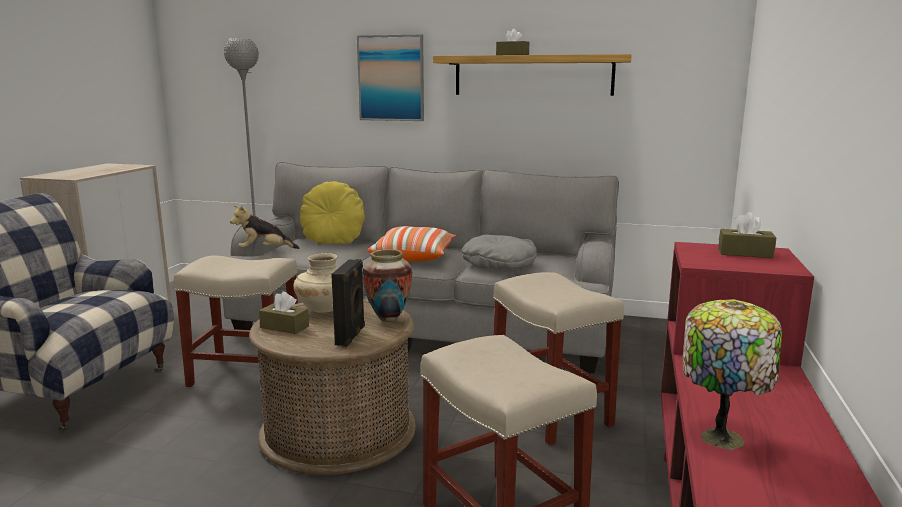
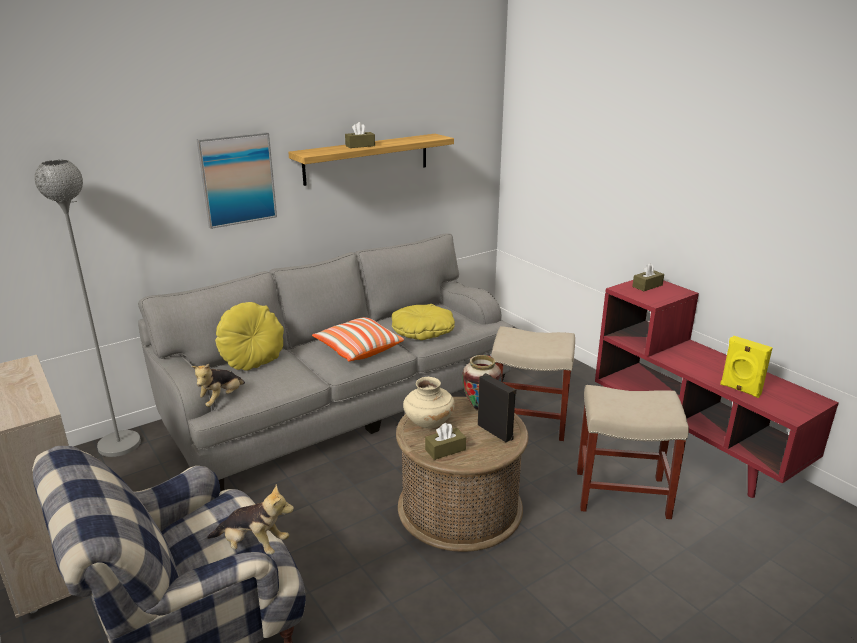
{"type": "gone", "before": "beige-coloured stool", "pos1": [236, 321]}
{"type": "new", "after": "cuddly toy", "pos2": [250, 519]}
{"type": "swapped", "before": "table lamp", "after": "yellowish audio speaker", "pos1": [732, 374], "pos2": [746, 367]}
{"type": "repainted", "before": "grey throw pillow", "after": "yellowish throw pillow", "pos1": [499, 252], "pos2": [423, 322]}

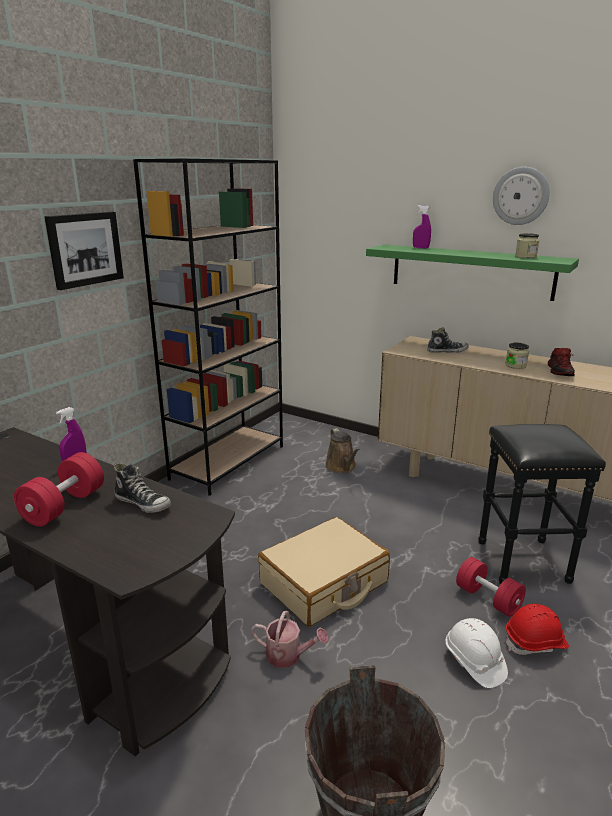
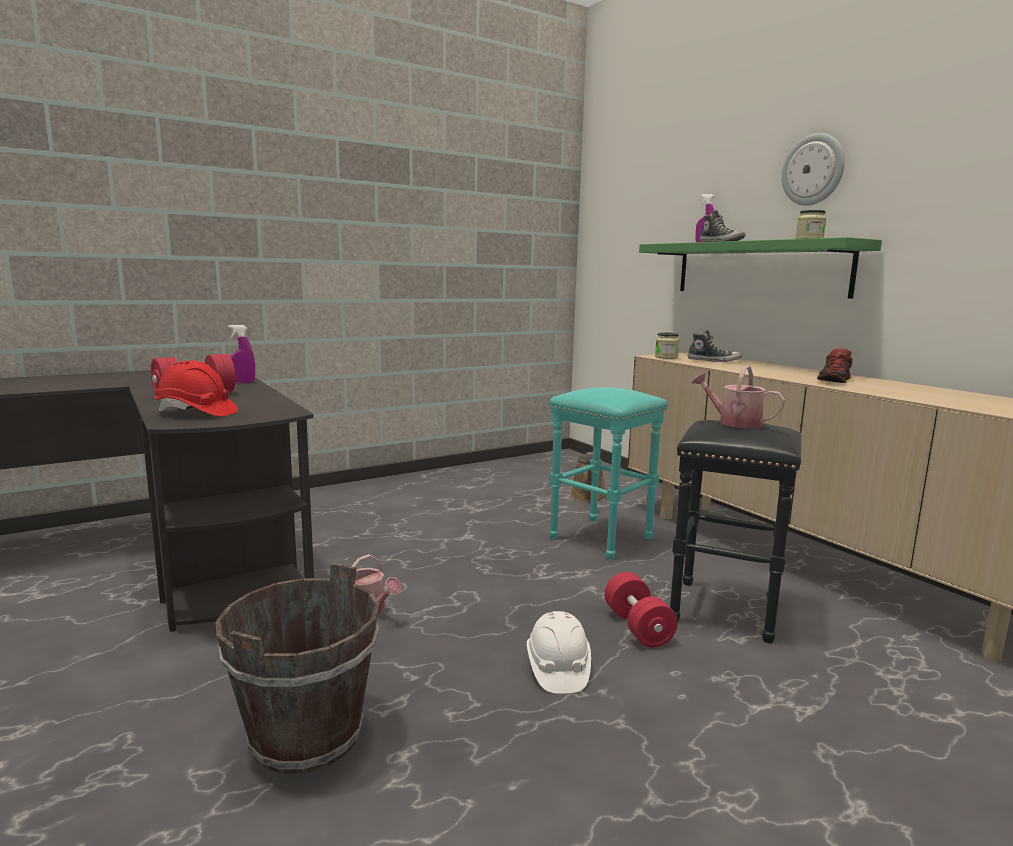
{"type": "gone", "before": "wall picture", "pos1": [84, 251]}
{"type": "gone", "before": "beige-coloured shelving unit", "pos1": [208, 327]}
{"type": "gone", "before": "beige-coloured piece of luggage", "pos1": [324, 571]}
{"type": "new", "after": "blue-green stool", "pos2": [608, 473]}
{"type": "new", "after": "sprinkling can", "pos2": [738, 397]}
{"type": "shifted", "before": "shoe", "pos1": [142, 488], "pos2": [722, 226]}
{"type": "shifted", "before": "storage jar", "pos1": [517, 356], "pos2": [667, 345]}
{"type": "shifted", "before": "red work helmet", "pos1": [537, 629], "pos2": [196, 388]}

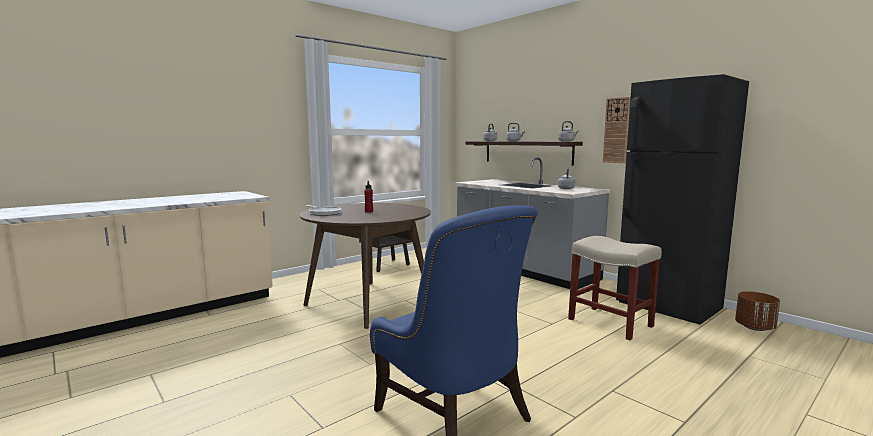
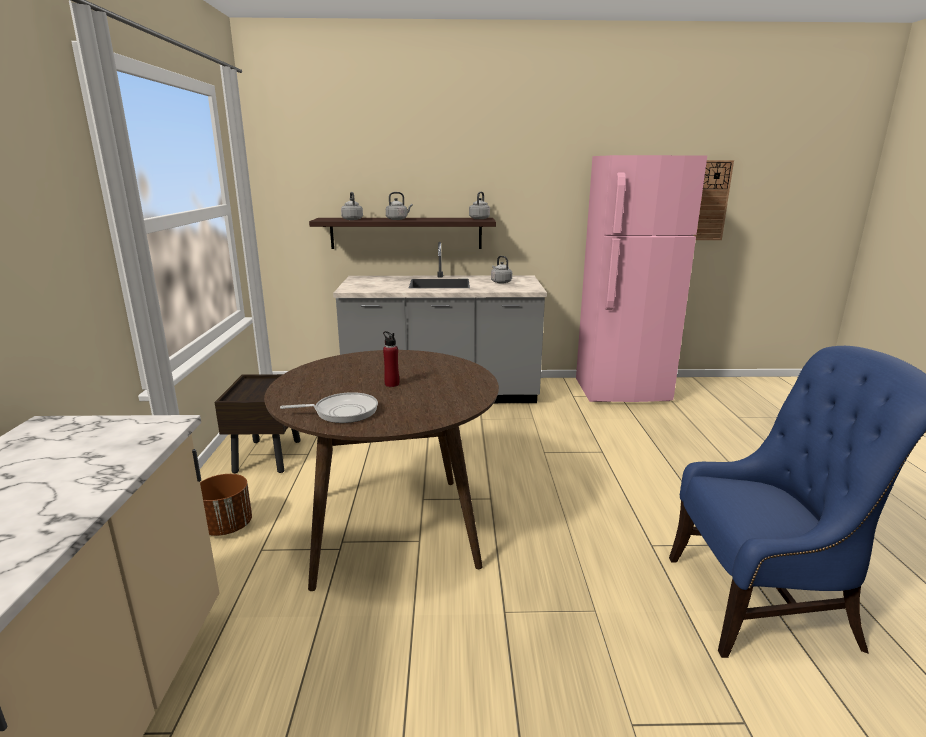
{"type": "gone", "before": "beige-coloured stool", "pos1": [615, 288]}
{"type": "shifted", "before": "hanging clock", "pos1": [617, 130], "pos2": [714, 200]}
{"type": "shifted", "before": "brown flower pot", "pos1": [757, 311], "pos2": [226, 505]}
{"type": "repainted", "before": "blackish fridge", "after": "pinkish fridge", "pos1": [682, 199], "pos2": [641, 278]}

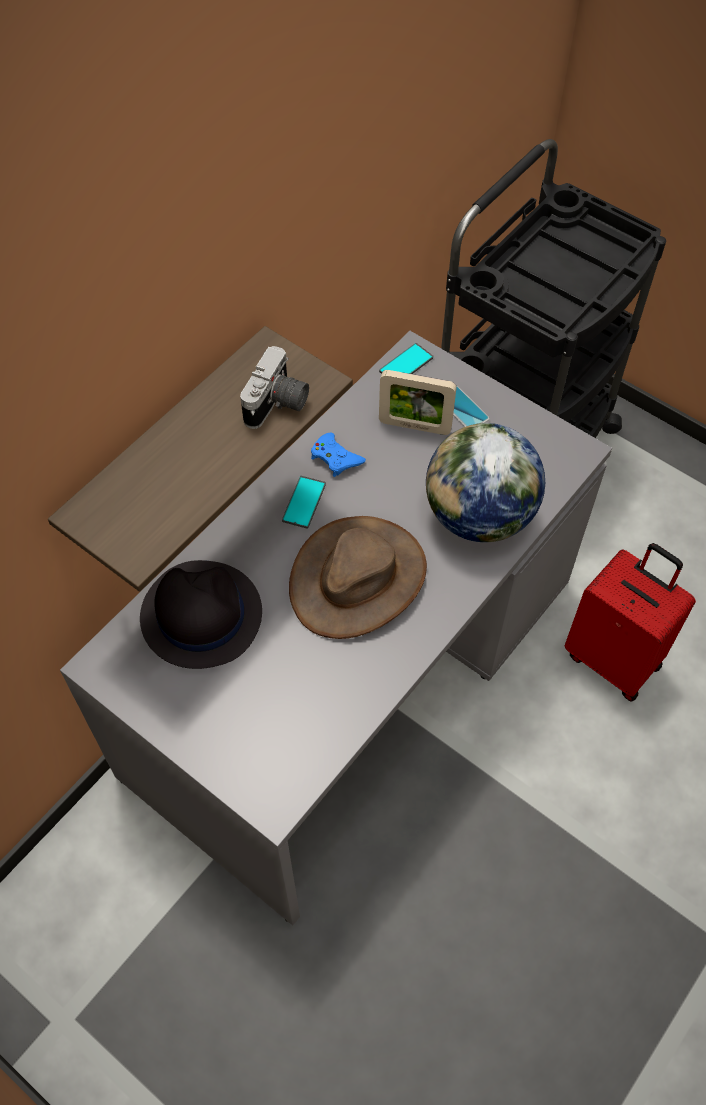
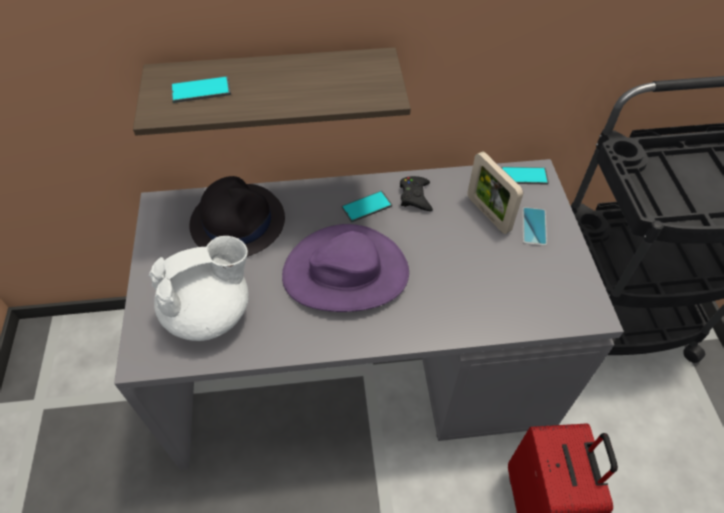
{"type": "gone", "before": "still camera", "pos1": [274, 387]}
{"type": "gone", "before": "desk globe", "pos1": [485, 483]}
{"type": "new", "after": "white pot for tea", "pos2": [199, 288]}
{"type": "new", "after": "phone", "pos2": [201, 89]}
{"type": "repainted", "before": "brown clothing hat", "after": "purple-coloured clothing hat", "pos1": [358, 577], "pos2": [345, 268]}
{"type": "repainted", "before": "blue-coloured game controller", "after": "blackish game controller", "pos1": [338, 454], "pos2": [416, 193]}

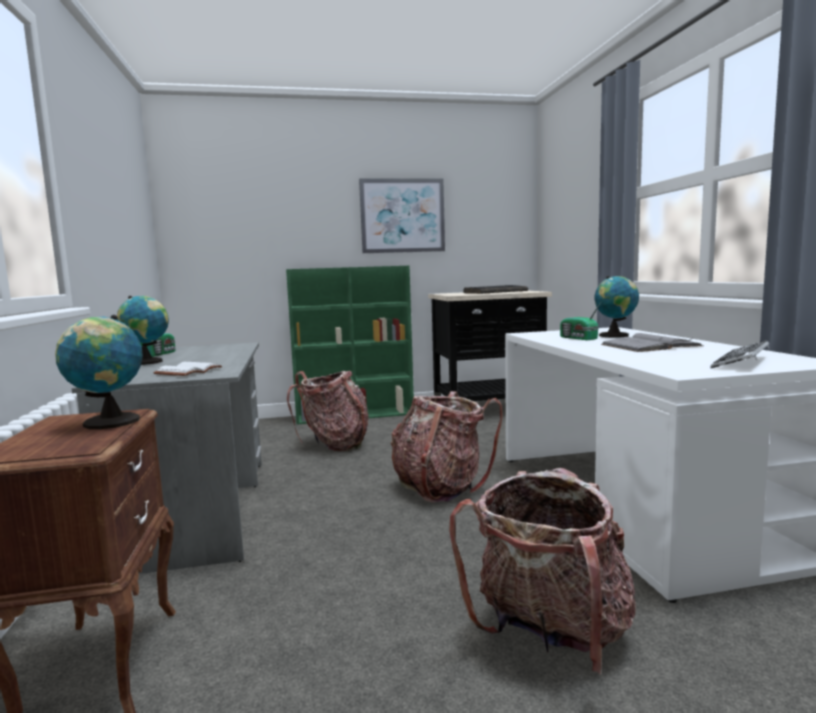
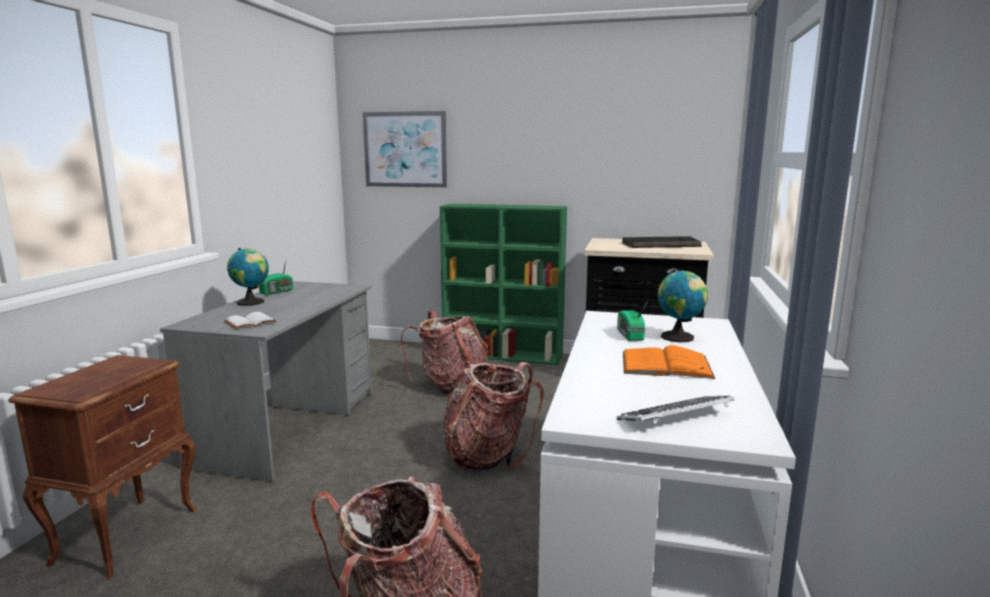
{"type": "gone", "before": "desk globe", "pos1": [99, 372]}
{"type": "shifted", "before": "wall picture", "pos1": [402, 216], "pos2": [405, 149]}
{"type": "repainted", "before": "grey volume", "after": "orange volume", "pos1": [652, 342], "pos2": [669, 362]}

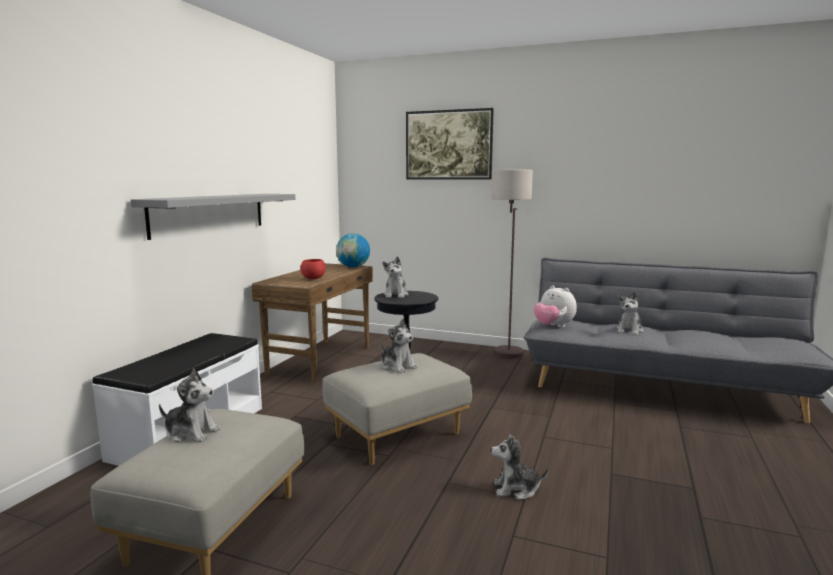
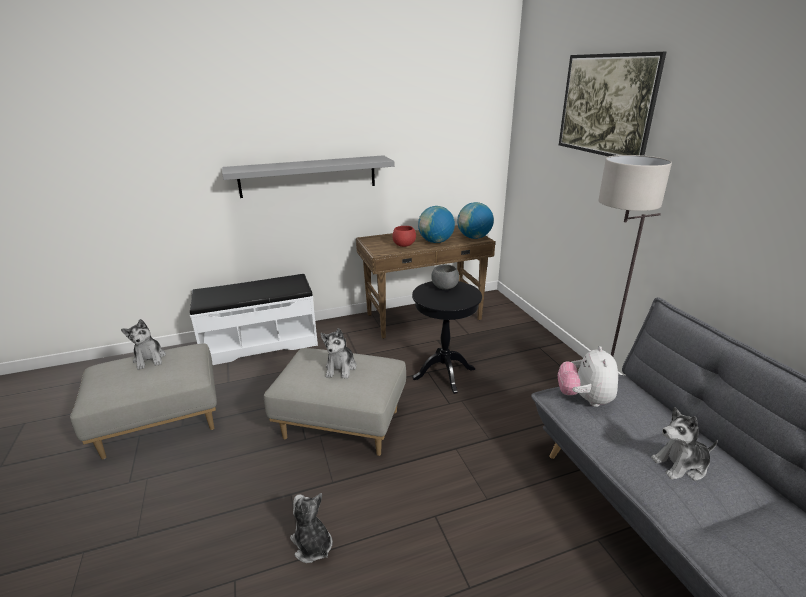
{"type": "new", "after": "desk globe", "pos2": [436, 224]}
{"type": "swapped", "before": "cuddly toy", "after": "grey bowl", "pos1": [395, 277], "pos2": [445, 277]}

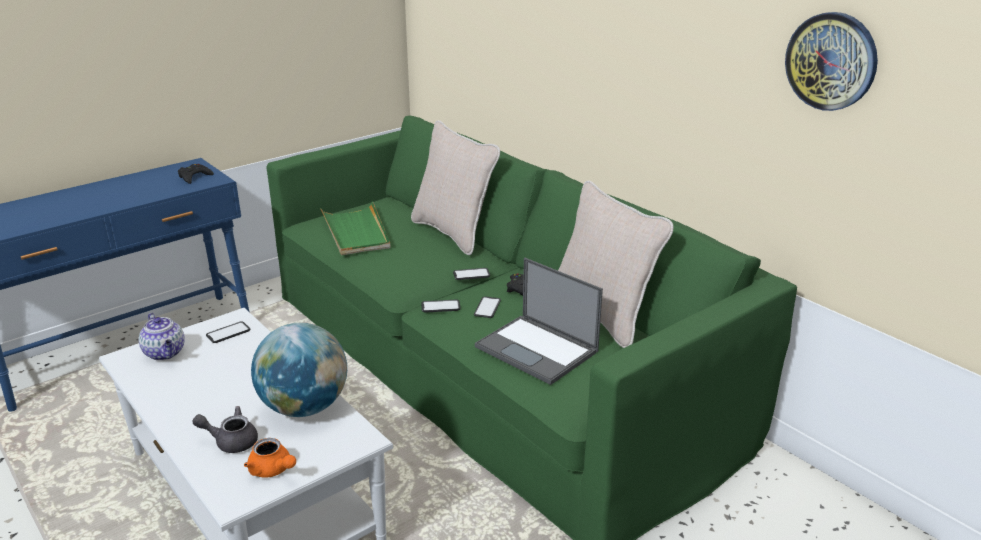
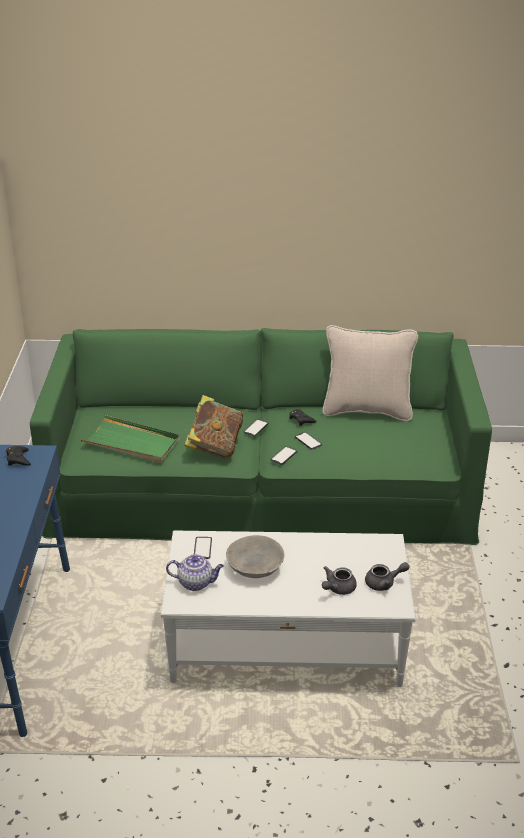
{"type": "gone", "before": "desk globe", "pos1": [299, 370]}
{"type": "gone", "before": "beige-coloured throw pillow", "pos1": [455, 187]}
{"type": "gone", "before": "laptop", "pos1": [539, 321]}
{"type": "gone", "before": "hanging clock", "pos1": [831, 61]}
{"type": "new", "after": "volume", "pos2": [213, 427]}
{"type": "new", "after": "grey bowl", "pos2": [255, 556]}
{"type": "repainted", "before": "orange pot for tea", "after": "grey pot for tea", "pos1": [270, 458], "pos2": [387, 576]}

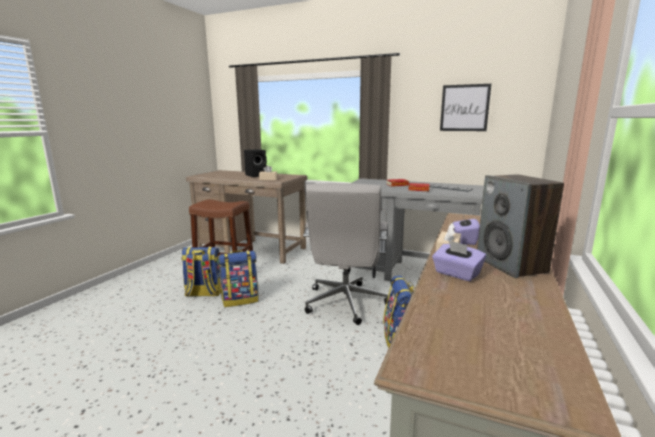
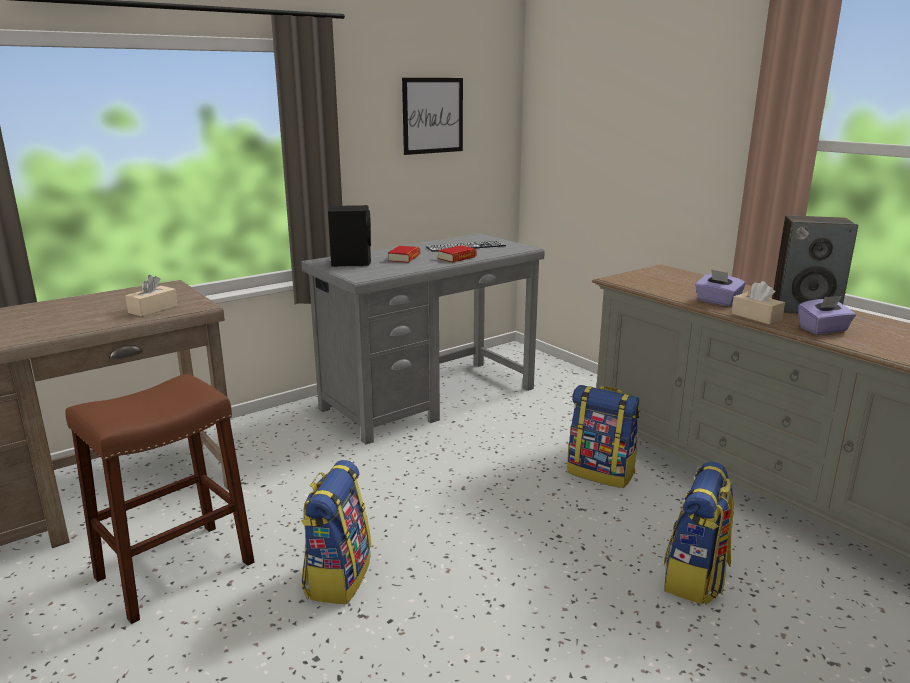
{"type": "gone", "before": "grey desk chair", "pos1": [346, 254]}
{"type": "shifted", "before": "knapsack", "pos1": [201, 272], "pos2": [699, 533]}
{"type": "shifted", "before": "blackish audio speaker", "pos1": [255, 163], "pos2": [349, 236]}

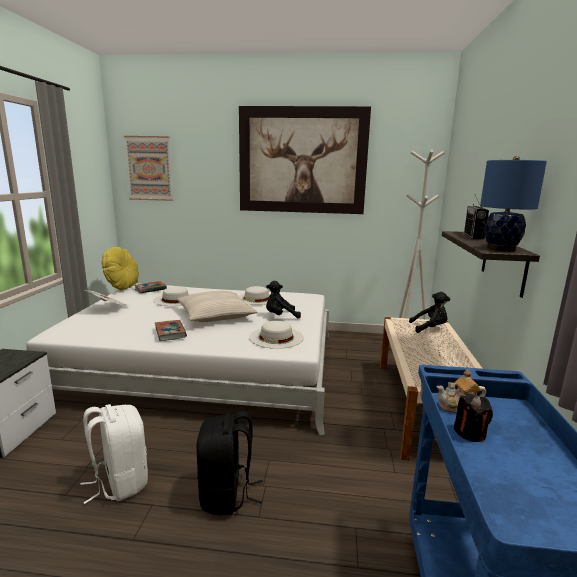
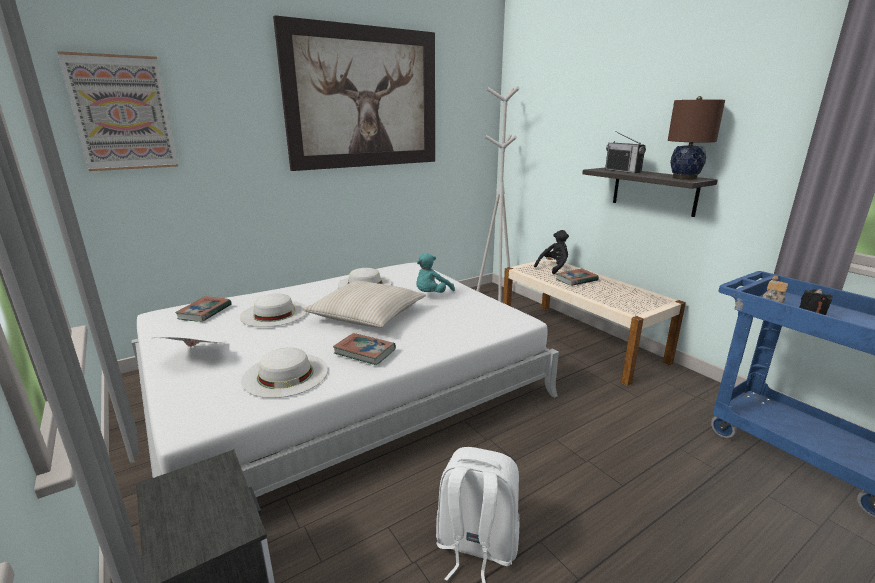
{"type": "gone", "before": "yellowish throw pillow", "pos1": [120, 268]}
{"type": "gone", "before": "blackish knapsack", "pos1": [229, 463]}
{"type": "new", "after": "volume", "pos2": [577, 277]}
{"type": "shifted", "before": "white clothing hat", "pos1": [276, 335], "pos2": [284, 373]}
{"type": "repainted", "before": "blackish cuddly toy", "after": "blue-green cuddly toy", "pos1": [283, 300], "pos2": [435, 273]}
{"type": "repainted", "before": "blue-coloured table lamp", "after": "brown table lamp", "pos1": [513, 203], "pos2": [696, 138]}

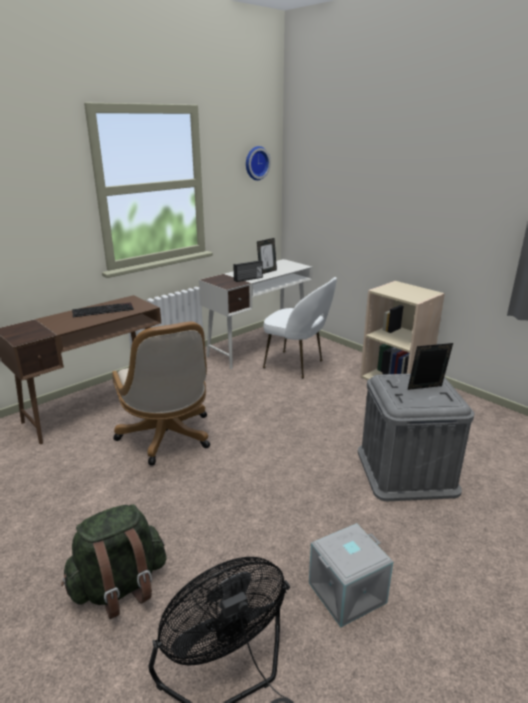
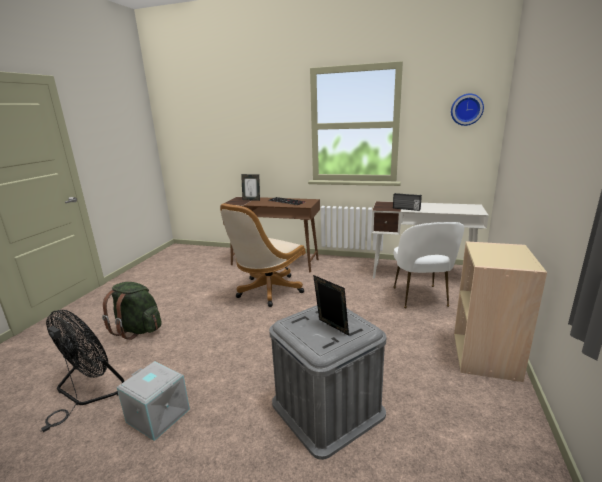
{"type": "shifted", "before": "picture frame", "pos1": [267, 256], "pos2": [250, 187]}

